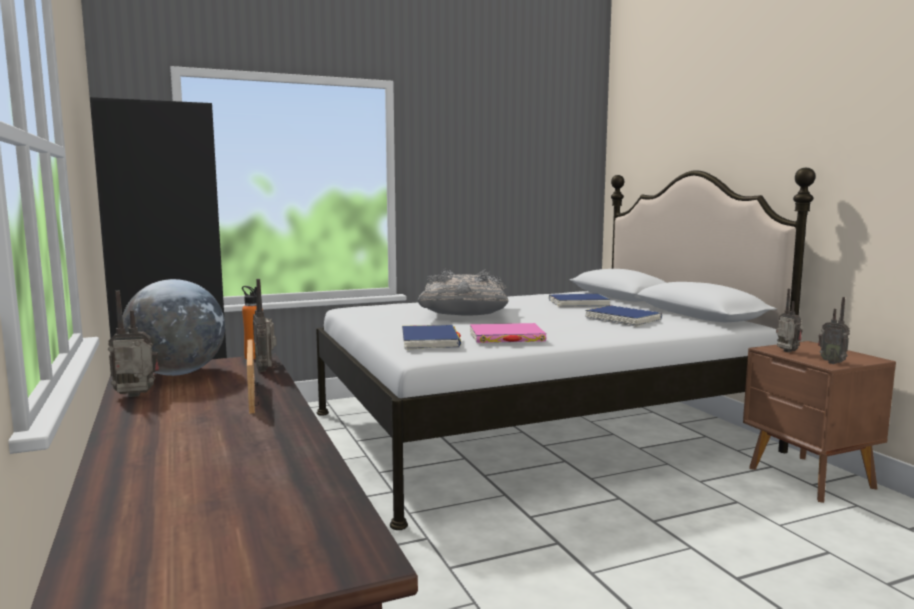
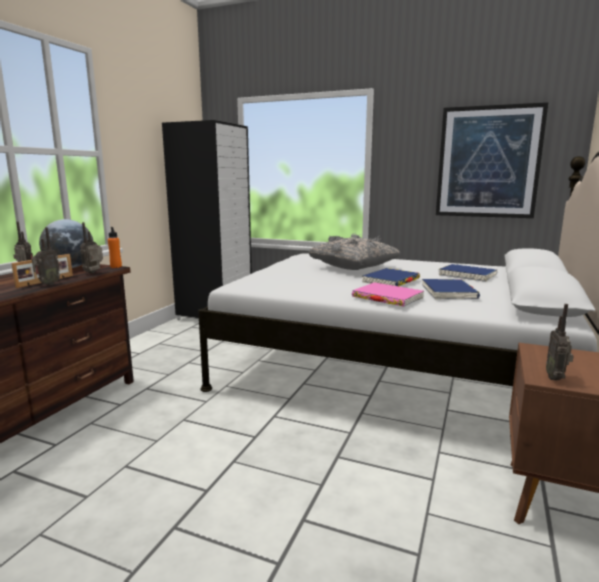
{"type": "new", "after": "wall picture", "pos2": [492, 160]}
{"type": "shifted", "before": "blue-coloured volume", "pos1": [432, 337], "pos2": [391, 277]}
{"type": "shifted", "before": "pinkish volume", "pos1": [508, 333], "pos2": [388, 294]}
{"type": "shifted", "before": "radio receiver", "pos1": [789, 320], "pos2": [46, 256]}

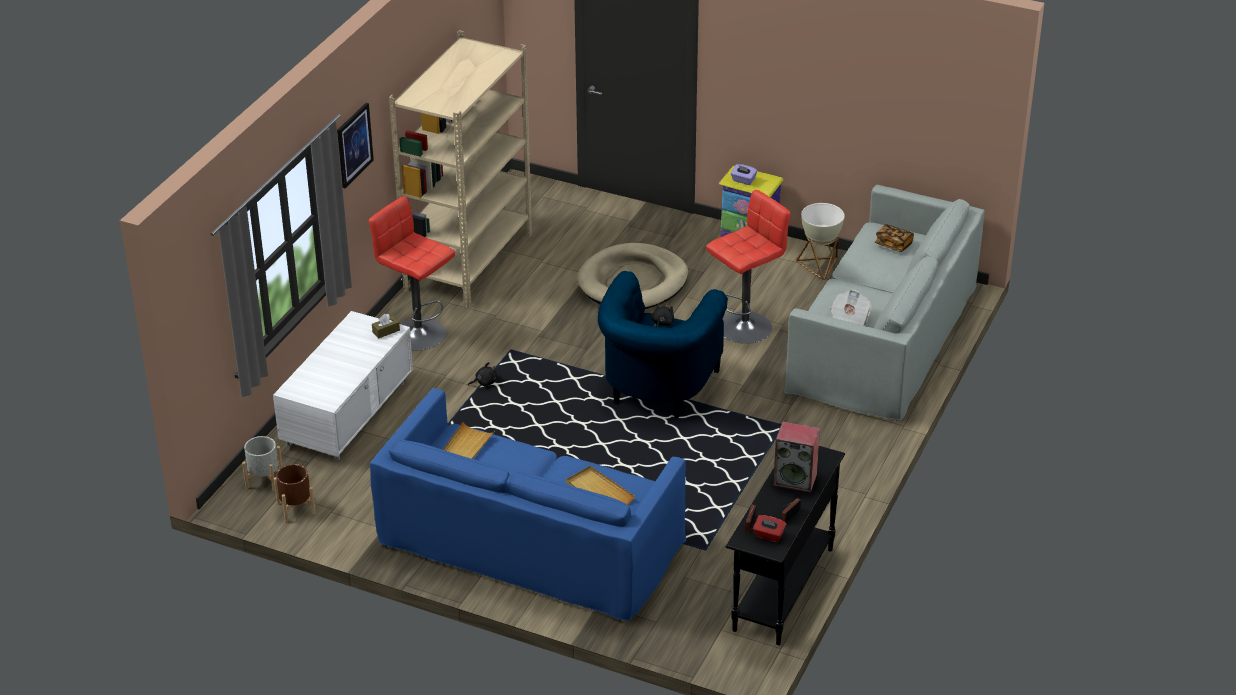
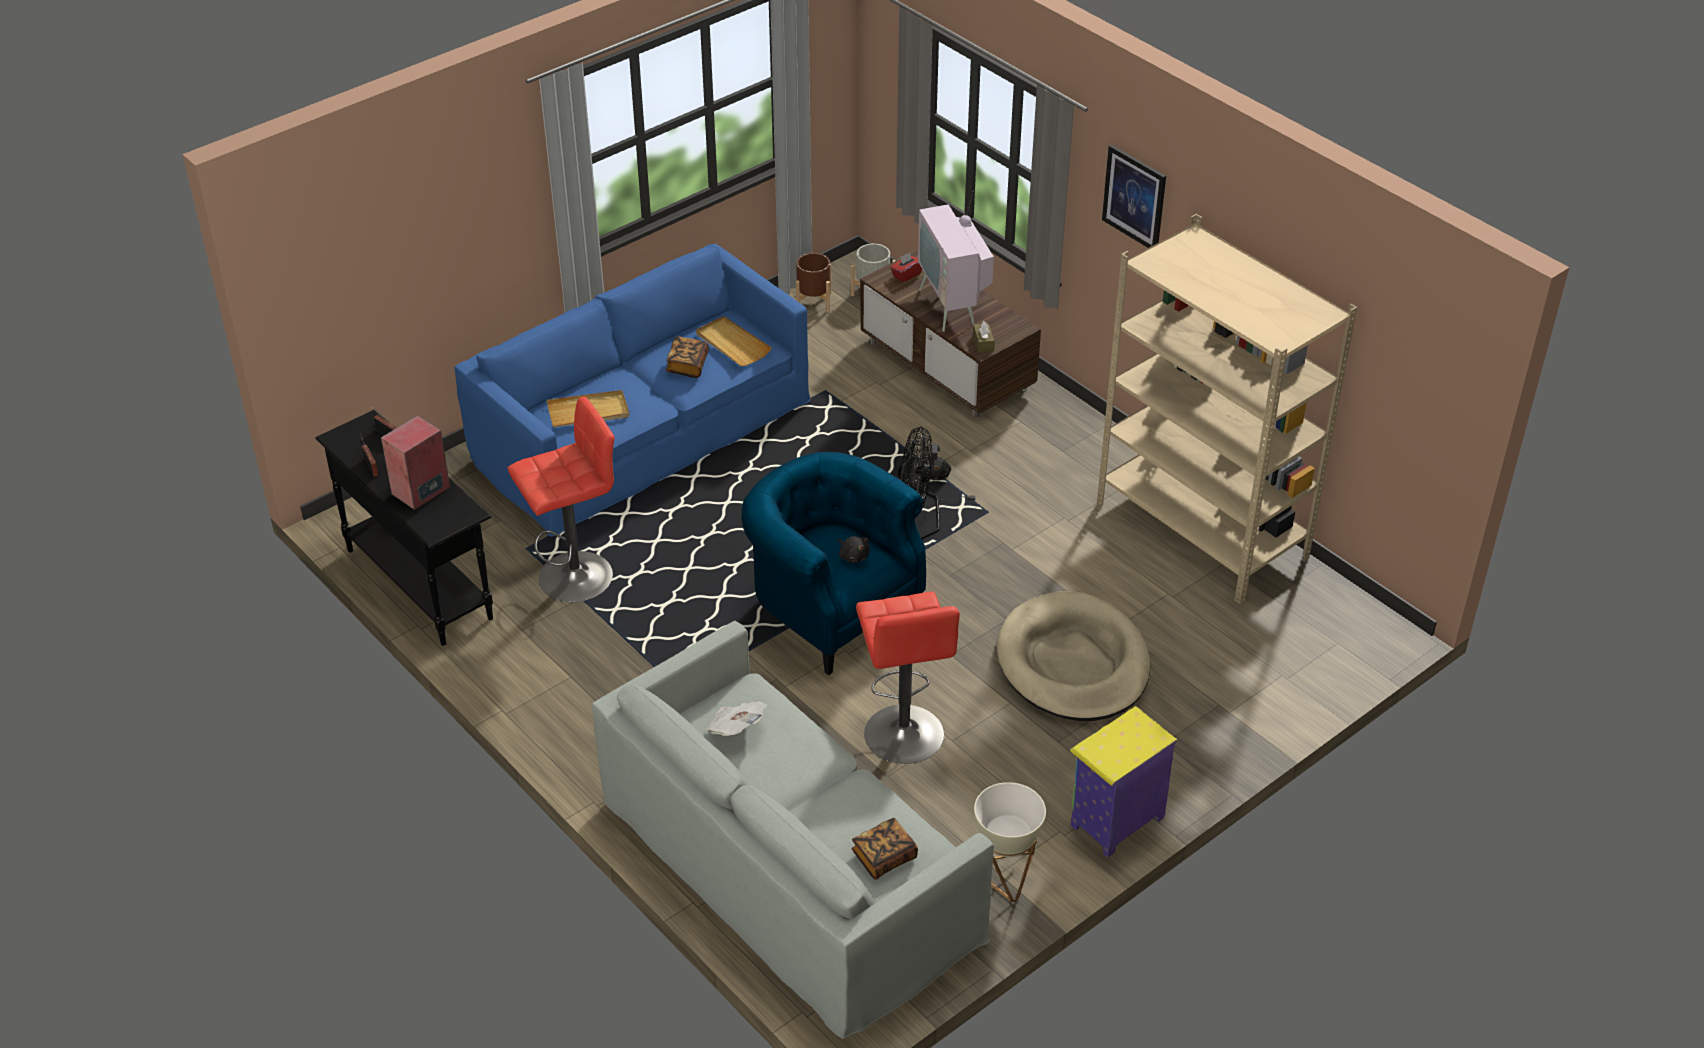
{"type": "gone", "before": "purple-coloured tissue holder", "pos1": [744, 174]}
{"type": "new", "after": "volume", "pos2": [687, 357]}
{"type": "new", "after": "blackish cooling fan", "pos2": [937, 482]}
{"type": "new", "after": "TV", "pos2": [956, 252]}
{"type": "shifted", "before": "red stool", "pos1": [412, 273], "pos2": [561, 499]}
{"type": "shifted", "before": "red tissue holder", "pos1": [769, 528], "pos2": [906, 267]}
{"type": "repainted", "before": "white media console", "after": "brown media console", "pos1": [343, 385], "pos2": [950, 334]}

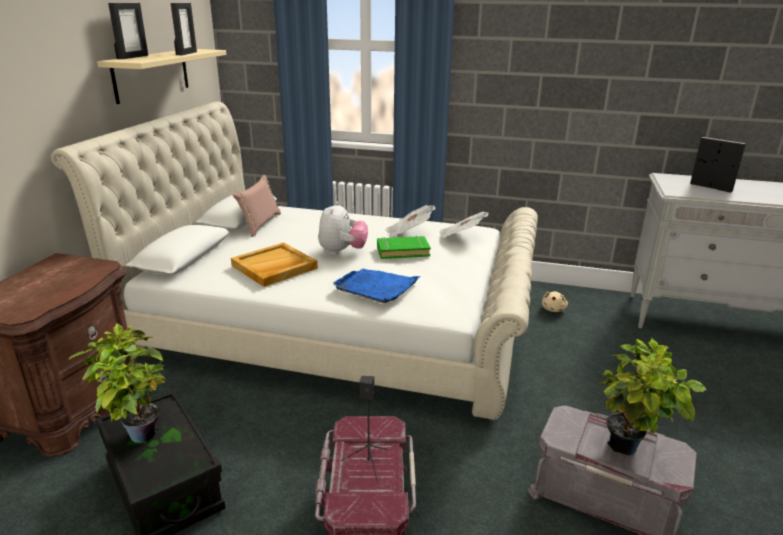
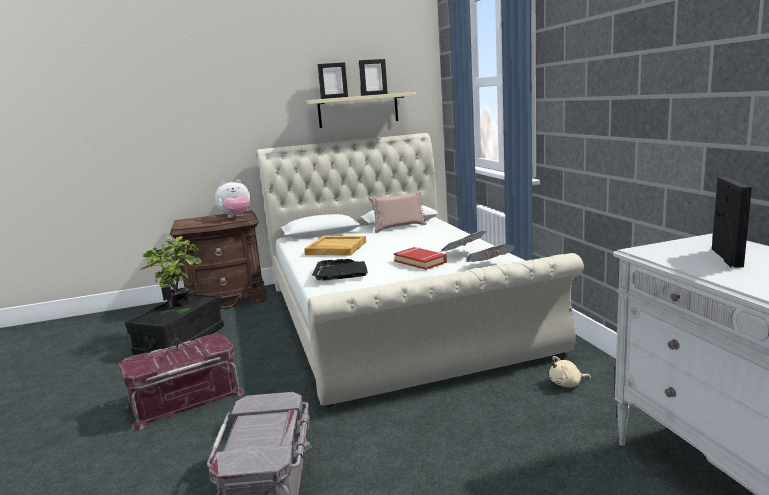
{"type": "gone", "before": "potted plant", "pos1": [654, 397]}
{"type": "shifted", "before": "cuddly toy", "pos1": [343, 228], "pos2": [232, 199]}
{"type": "repainted", "before": "blue-coloured carrying tray", "after": "blackish carrying tray", "pos1": [377, 286], "pos2": [340, 269]}
{"type": "repainted", "before": "greenish volume", "after": "red volume", "pos1": [404, 247], "pos2": [420, 258]}

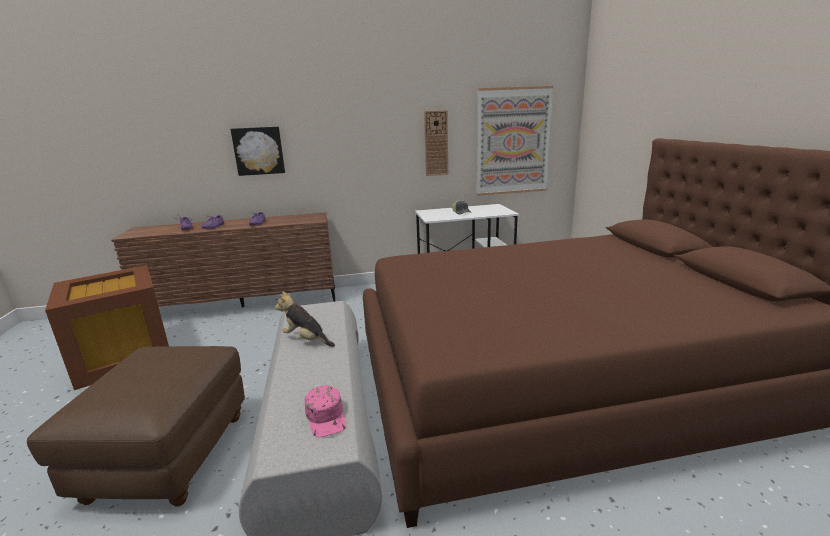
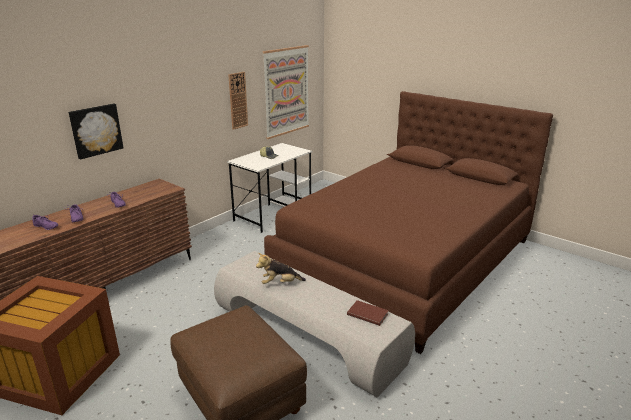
{"type": "swapped", "before": "pinkish peaked cap", "after": "brown volume", "pos1": [325, 411], "pos2": [368, 313]}

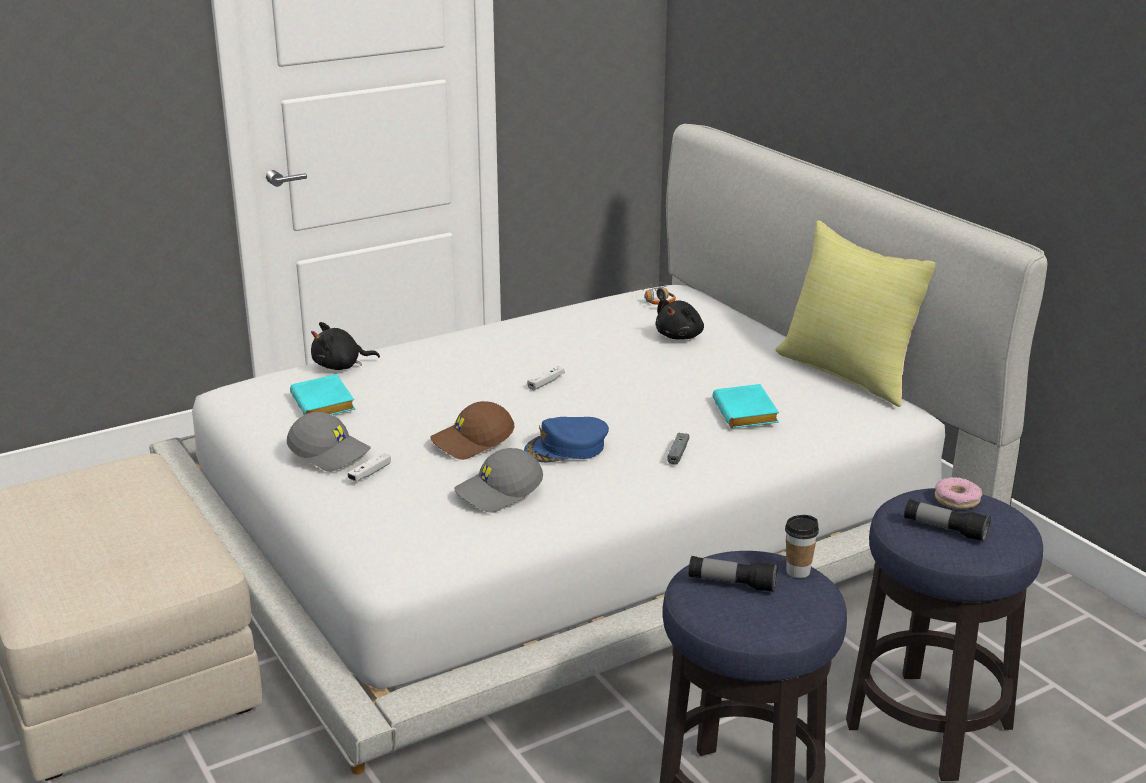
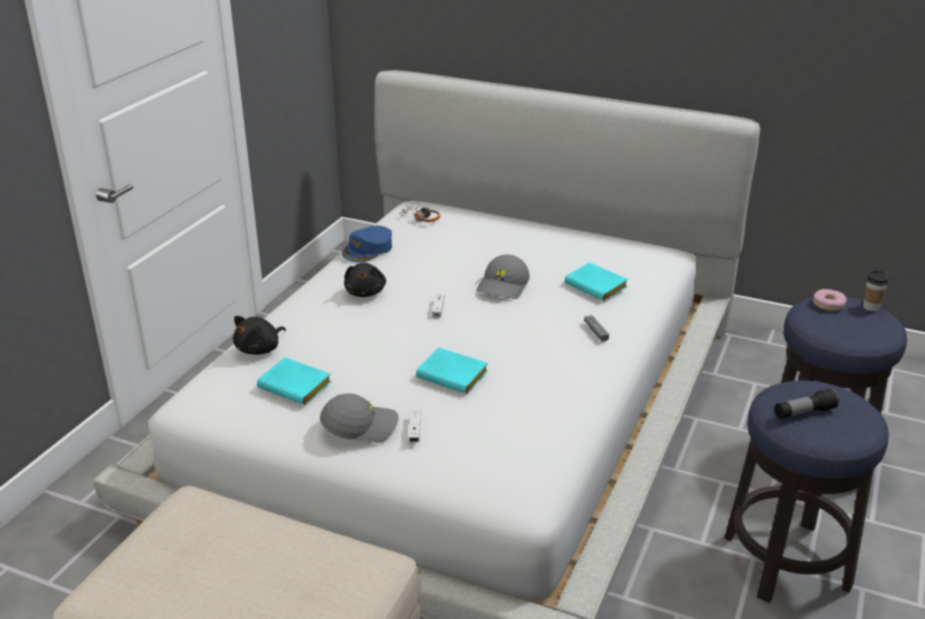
{"type": "gone", "before": "yellowish throw pillow", "pos1": [856, 313]}
{"type": "gone", "before": "hand torch", "pos1": [947, 520]}
{"type": "shifted", "before": "grey peaked cap", "pos1": [498, 480], "pos2": [503, 276]}
{"type": "shifted", "before": "blue-coloured peaked cap", "pos1": [566, 439], "pos2": [367, 244]}
{"type": "shifted", "before": "blackish cuddly toy", "pos1": [679, 319], "pos2": [365, 280]}
{"type": "shifted", "before": "drinking cup", "pos1": [802, 546], "pos2": [876, 290]}
{"type": "swapped", "before": "brown peaked cap", "after": "blue-green volume", "pos1": [472, 430], "pos2": [452, 370]}

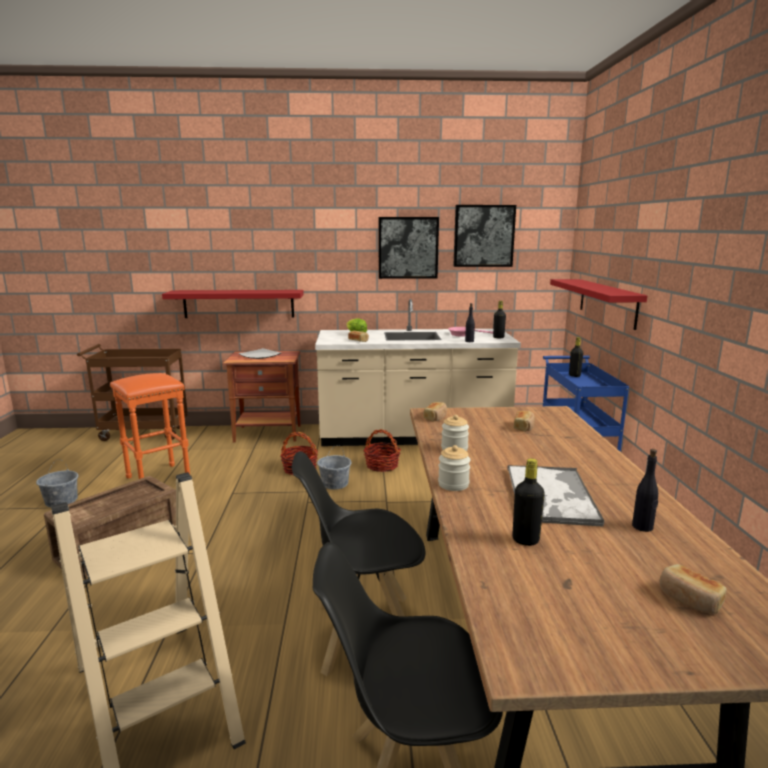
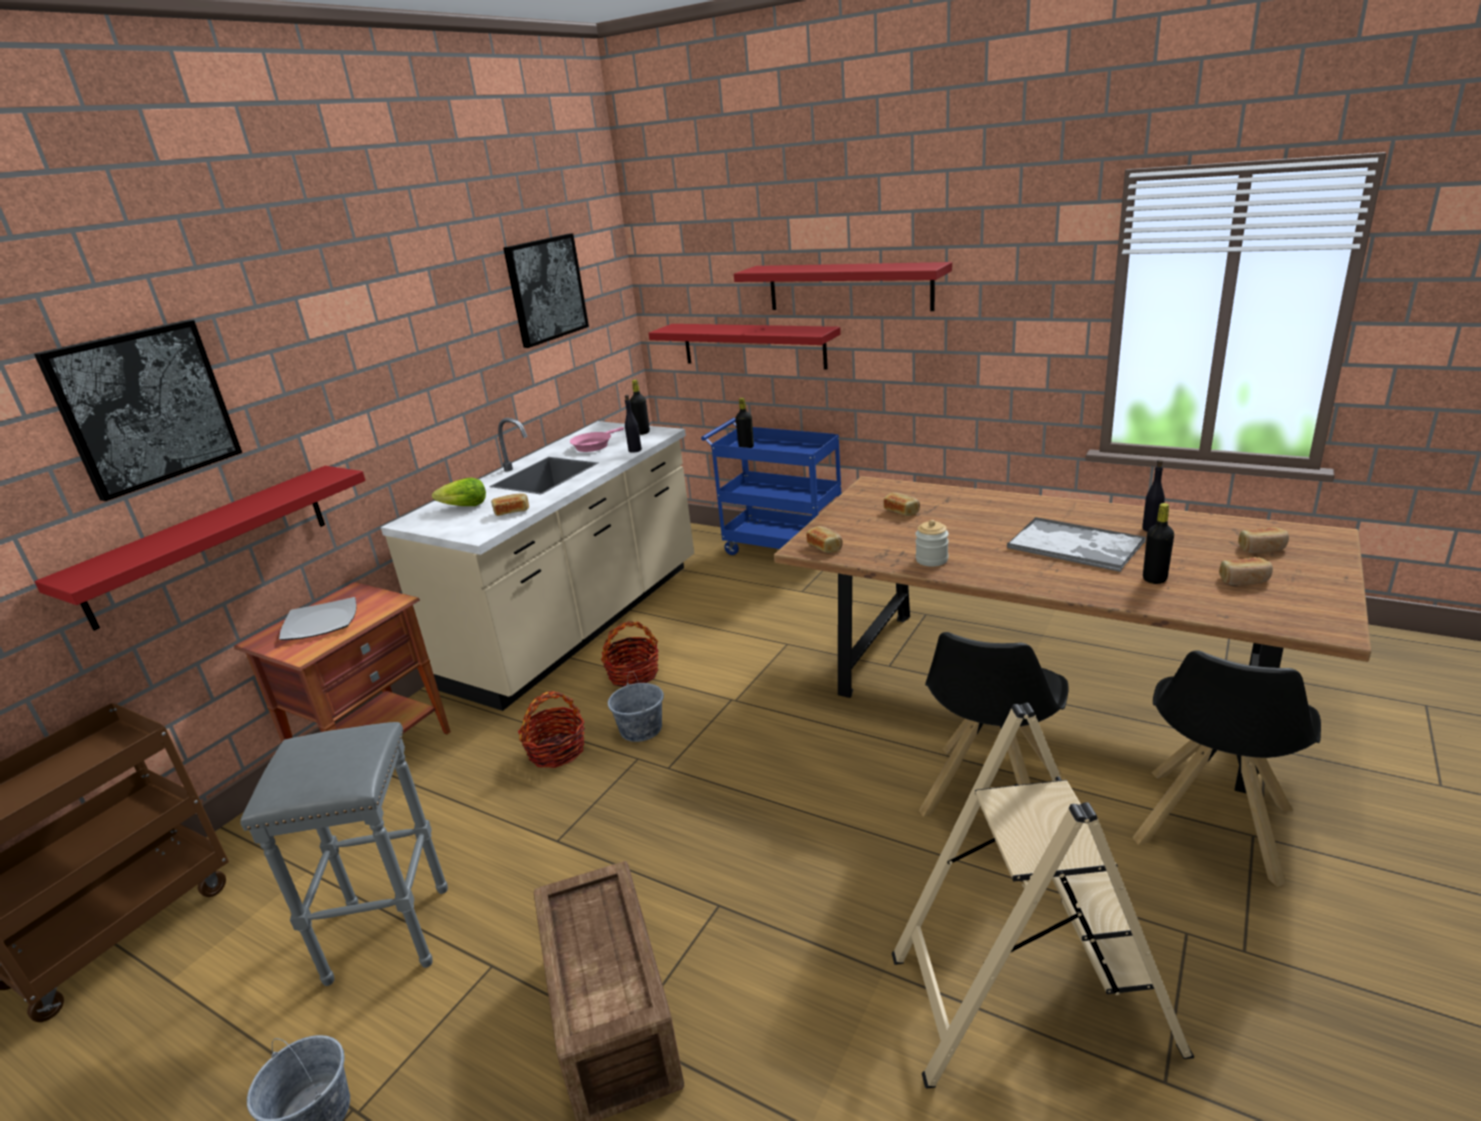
{"type": "gone", "before": "storage jar", "pos1": [454, 468]}
{"type": "new", "after": "red bracket shelf", "pos2": [843, 286]}
{"type": "new", "after": "baked bread", "pos2": [1246, 571]}
{"type": "shifted", "before": "wall picture", "pos1": [409, 248], "pos2": [138, 410]}
{"type": "repainted", "before": "orange stool", "after": "grey stool", "pos1": [150, 426], "pos2": [344, 854]}

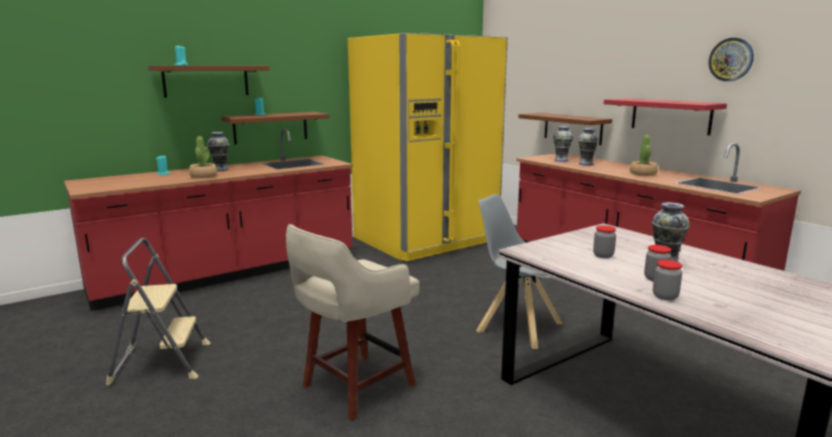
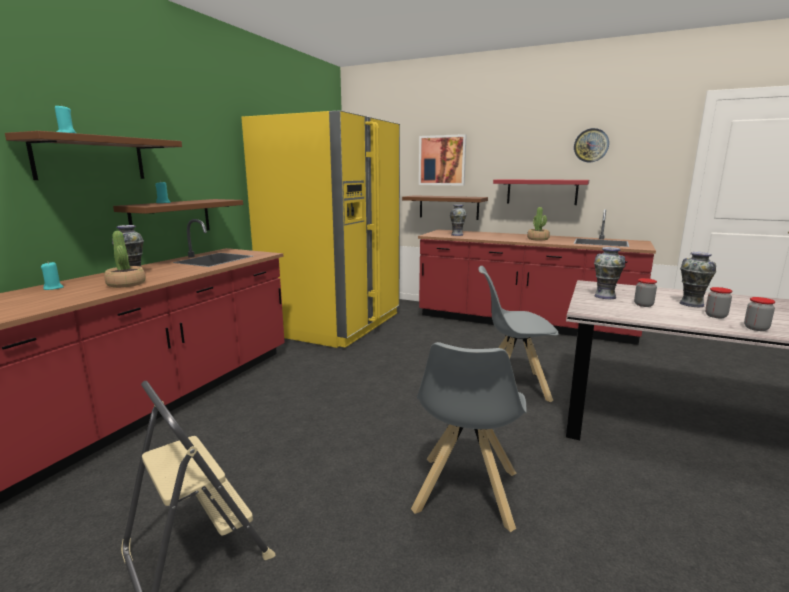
{"type": "new", "after": "wall picture", "pos2": [443, 160]}
{"type": "shifted", "before": "flower vase", "pos1": [588, 147], "pos2": [609, 273]}
{"type": "swapped", "before": "beige-coloured stool", "after": "grey chair", "pos1": [353, 322], "pos2": [469, 437]}

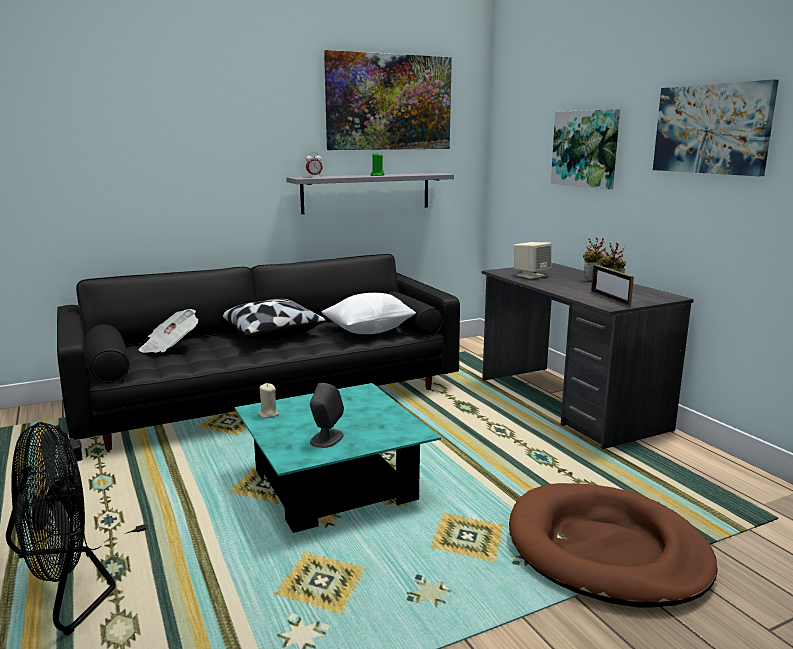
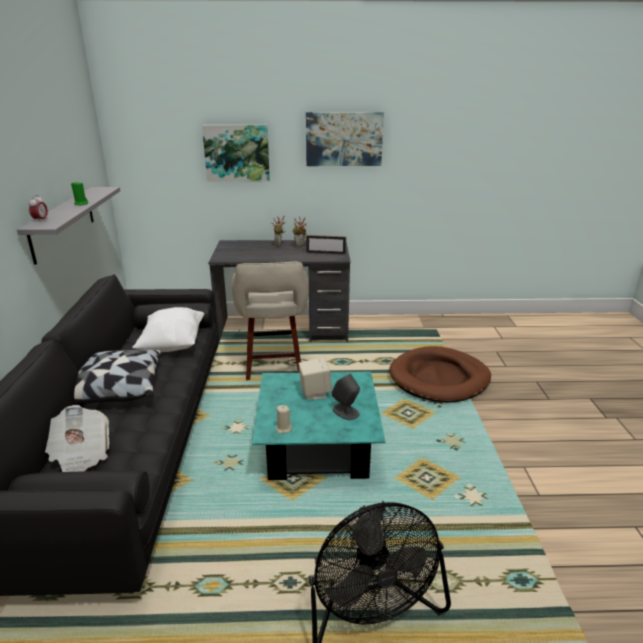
{"type": "gone", "before": "wall picture", "pos1": [388, 100]}
{"type": "new", "after": "beige-coloured stool", "pos2": [270, 321]}
{"type": "shifted", "before": "beige-coloured audio speaker", "pos1": [532, 260], "pos2": [315, 378]}

